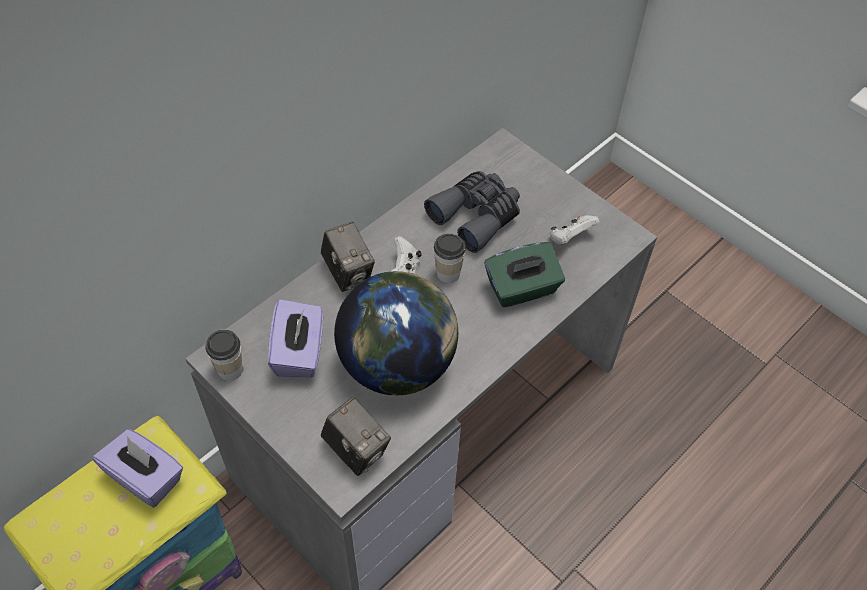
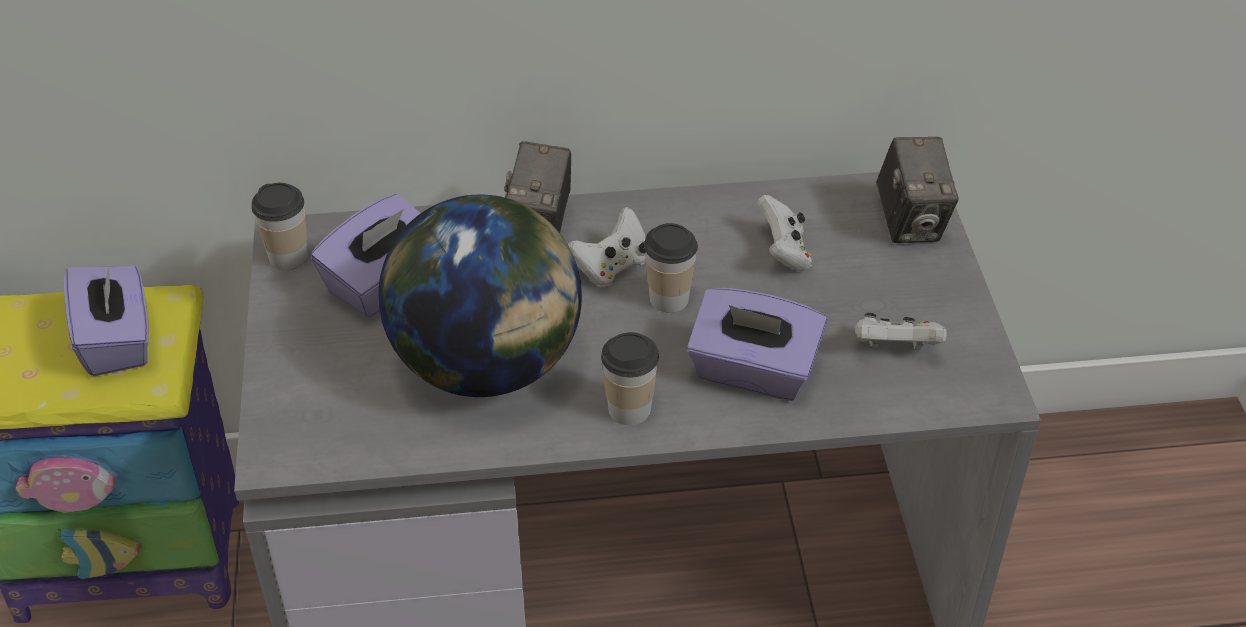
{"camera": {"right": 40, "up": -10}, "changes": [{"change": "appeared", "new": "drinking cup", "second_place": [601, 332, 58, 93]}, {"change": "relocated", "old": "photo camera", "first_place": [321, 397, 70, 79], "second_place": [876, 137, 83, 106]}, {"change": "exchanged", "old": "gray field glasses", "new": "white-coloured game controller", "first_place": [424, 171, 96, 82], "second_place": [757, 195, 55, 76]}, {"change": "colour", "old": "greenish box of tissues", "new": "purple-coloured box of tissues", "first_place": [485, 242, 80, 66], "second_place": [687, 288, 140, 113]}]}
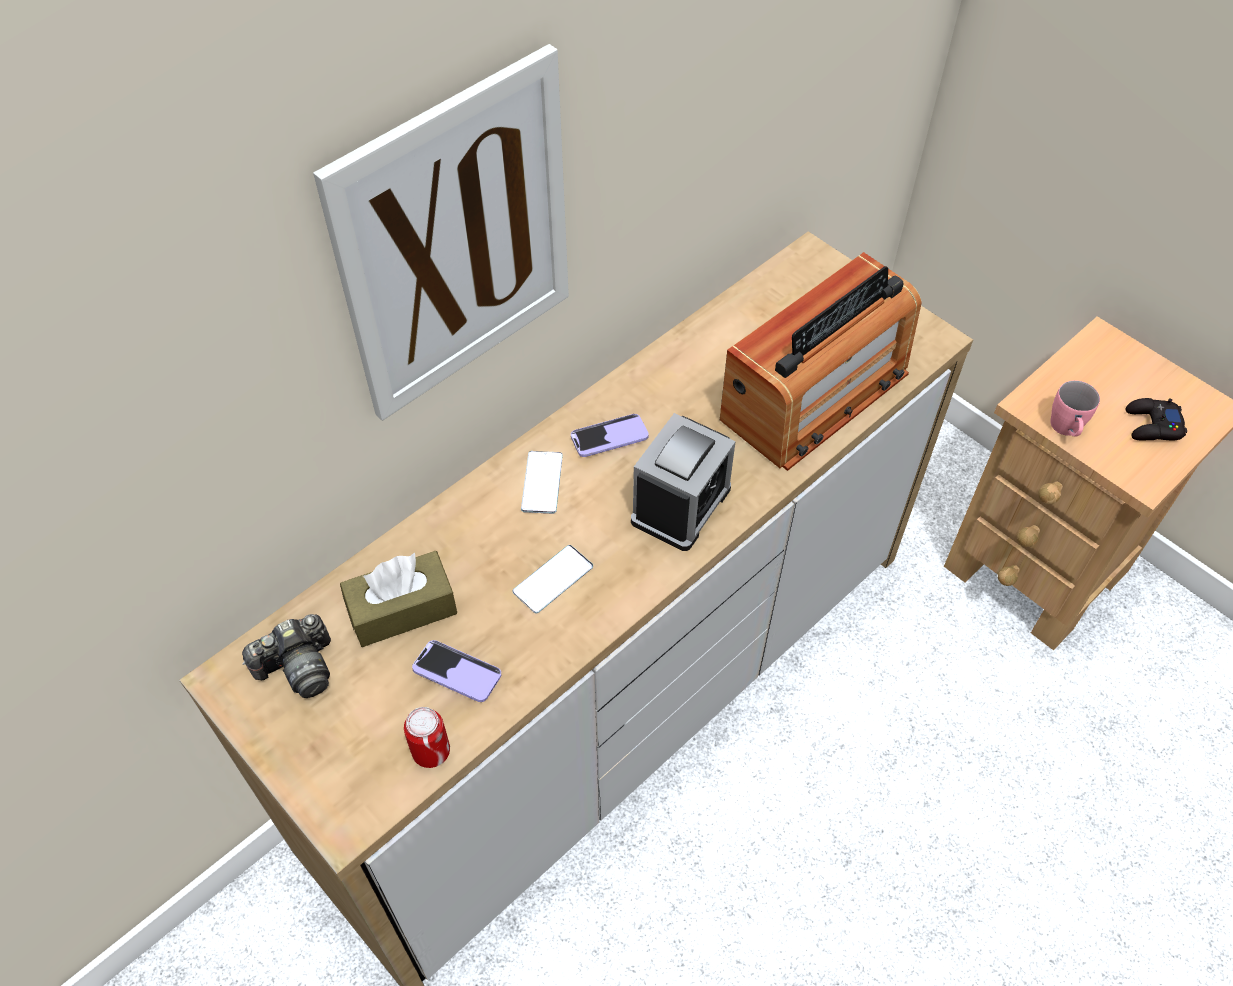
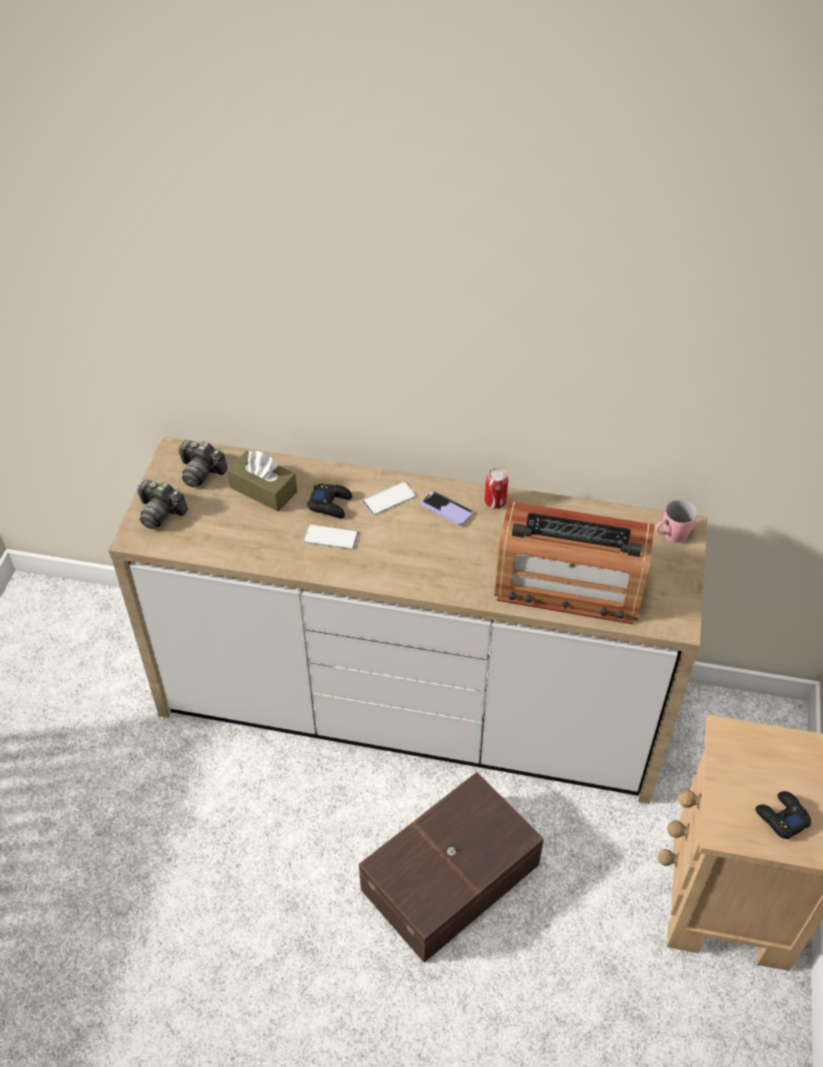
{"camera": {"right": 55, "up": -5}, "changes": [{"change": "missing", "old": "wall picture", "first_place": [313, 44, 256, 377]}, {"change": "missing", "old": "telephone", "first_place": [412, 640, 89, 62]}, {"change": "missing", "old": "alarm clock", "first_place": [631, 413, 104, 138]}, {"change": "appeared", "new": "photo camera", "second_place": [137, 480, 51, 49]}, {"change": "appeared", "new": "black game controller", "second_place": [307, 484, 45, 34]}, {"change": "appeared", "new": "brownish storage container", "second_place": [359, 772, 185, 191]}, {"change": "relocated", "old": "can", "first_place": [404, 707, 46, 61], "second_place": [485, 468, 23, 41]}, {"change": "relocated", "old": "pinkish tea mug", "first_place": [1050, 380, 50, 56], "second_place": [655, 500, 42, 43]}]}
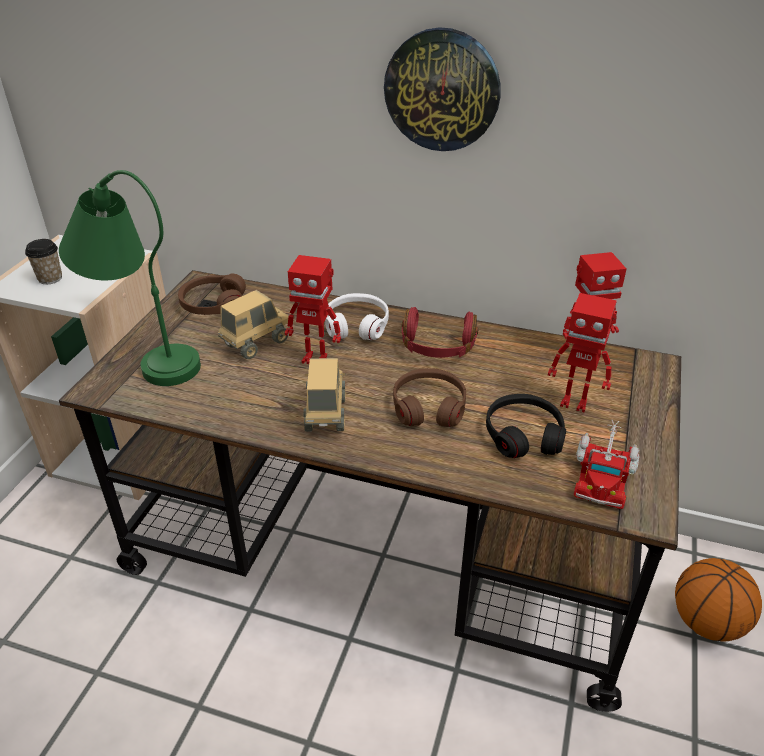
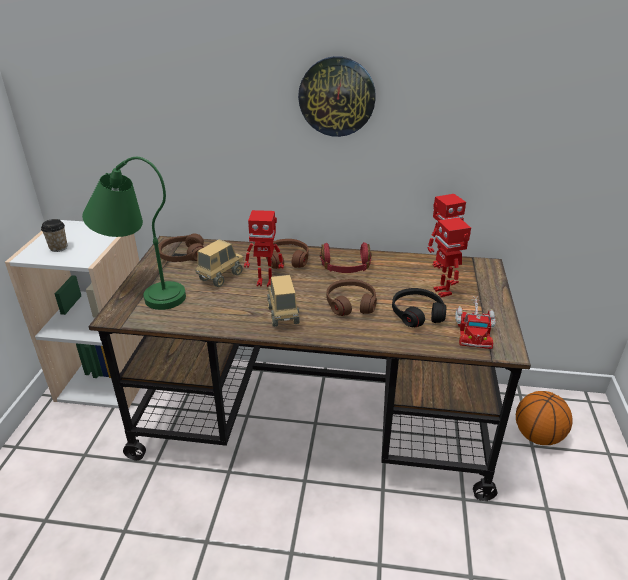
{"camera": {"right": -10, "up": -5}, "changes": [{"change": "colour", "old": "white-coloured pair of headphones", "new": "brownish pair of headphones", "first_place": [325, 293, 64, 47], "second_place": [266, 239, 43, 30]}, {"change": "spun", "old": "model robot", "first_place": [548, 293, 69, 120], "second_place": [433, 217, 38, 80], "degrees": 60}]}
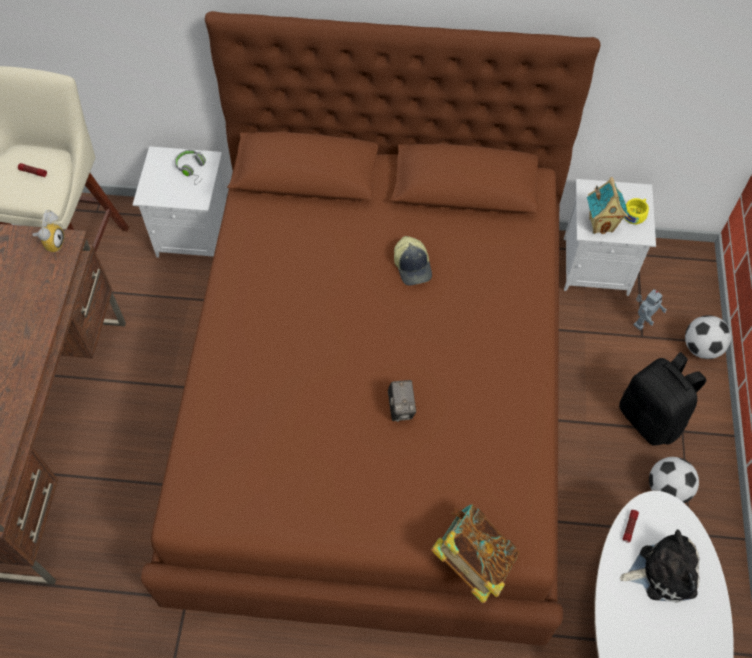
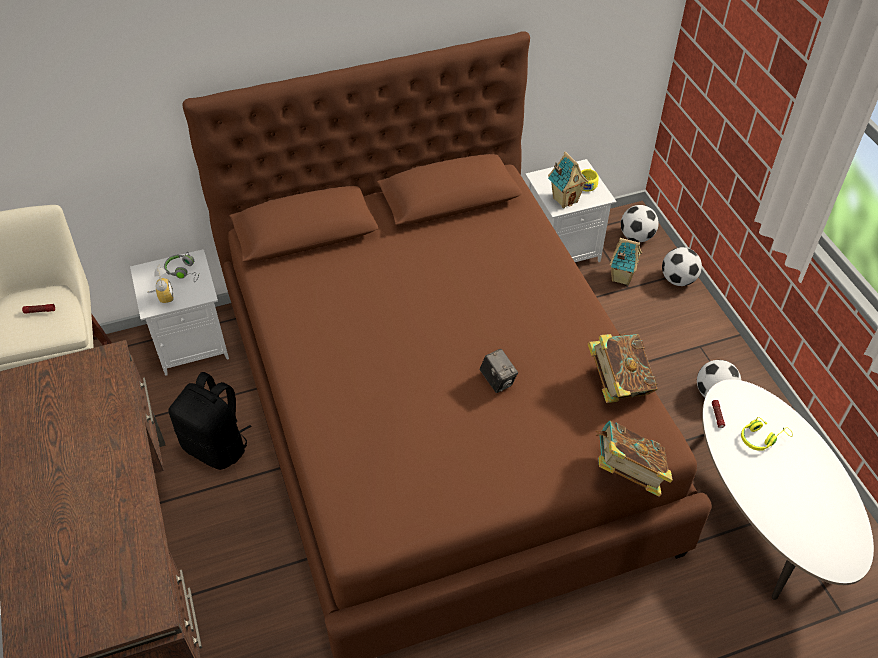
{"camera": {"right": -25, "up": -10}, "changes": [{"change": "missing", "old": "baseball cap", "first_place": [394, 236, 38, 50]}, {"change": "appeared", "new": "volume", "second_place": [587, 334, 70, 69]}, {"change": "appeared", "new": "ball for football", "second_place": [621, 205, 38, 37]}, {"change": "relocated", "old": "alarm clock", "first_place": [32, 210, 33, 42], "second_place": [147, 265, 27, 38]}, {"change": "relocated", "old": "black backpack", "first_place": [619, 352, 88, 94], "second_place": [168, 372, 84, 98]}, {"change": "exchanged", "old": "cuddly toy", "new": "yellow pair of headphones", "first_place": [620, 530, 80, 73], "second_place": [741, 417, 52, 34]}, {"change": "exchanged", "old": "model robot", "new": "model house", "first_place": [634, 289, 33, 41], "second_place": [610, 238, 32, 48]}]}
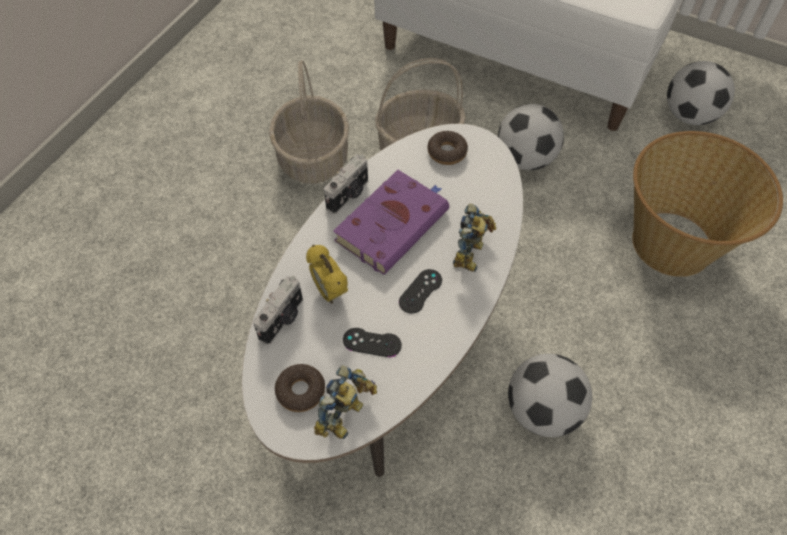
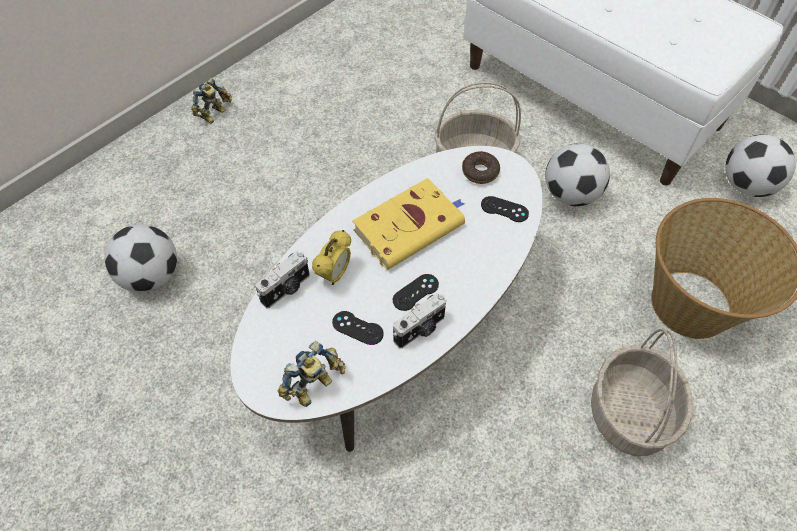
{"camera": {"right": 15, "up": 0}, "changes": [{"change": "missing", "old": "ring doughnut", "first_place": [275, 364, 50, 48]}, {"change": "appeared", "new": "black game controller", "second_place": [481, 196, 48, 26]}, {"change": "relocated", "old": "household basket", "first_place": [269, 60, 80, 124], "second_place": [591, 329, 102, 127]}, {"change": "relocated", "old": "photo camera", "first_place": [324, 154, 44, 60], "second_place": [393, 293, 53, 55]}, {"change": "relocated", "old": "model robot", "first_place": [453, 204, 43, 68], "second_place": [191, 78, 41, 46]}, {"change": "relocated", "old": "ball for football", "first_place": [508, 354, 84, 83], "second_place": [104, 224, 73, 69]}, {"change": "colour", "old": "purple-coloured volume", "new": "yellow volume", "first_place": [333, 170, 116, 105], "second_place": [352, 178, 113, 92]}, {"change": "spun", "old": "alarm clock", "first_place": [306, 245, 42, 59], "second_place": [312, 230, 39, 55], "degrees": -135}]}
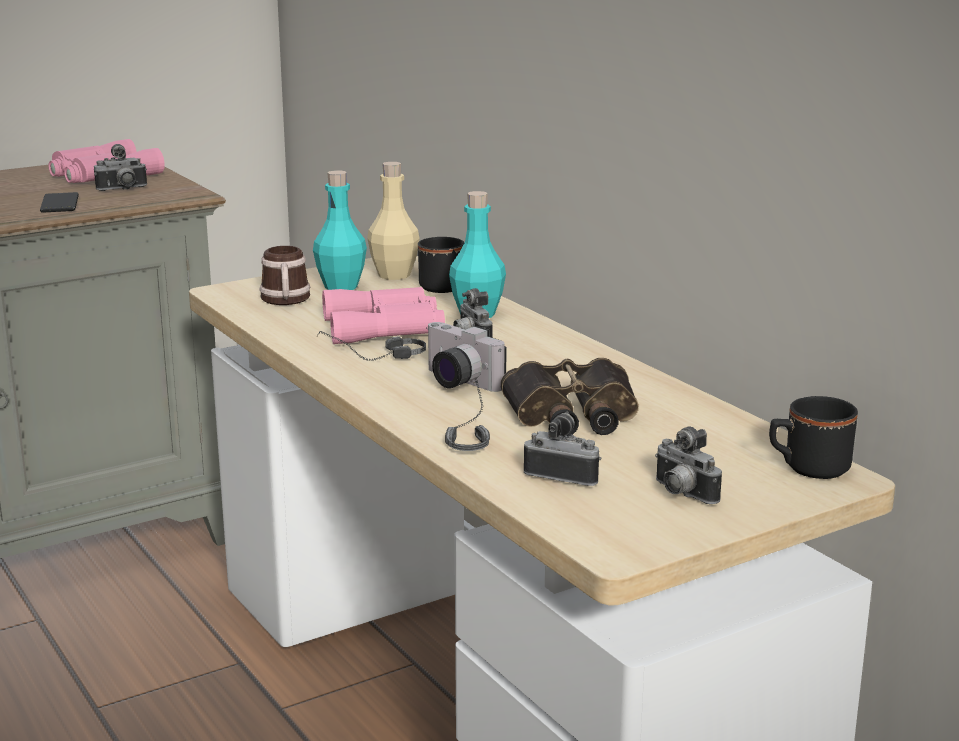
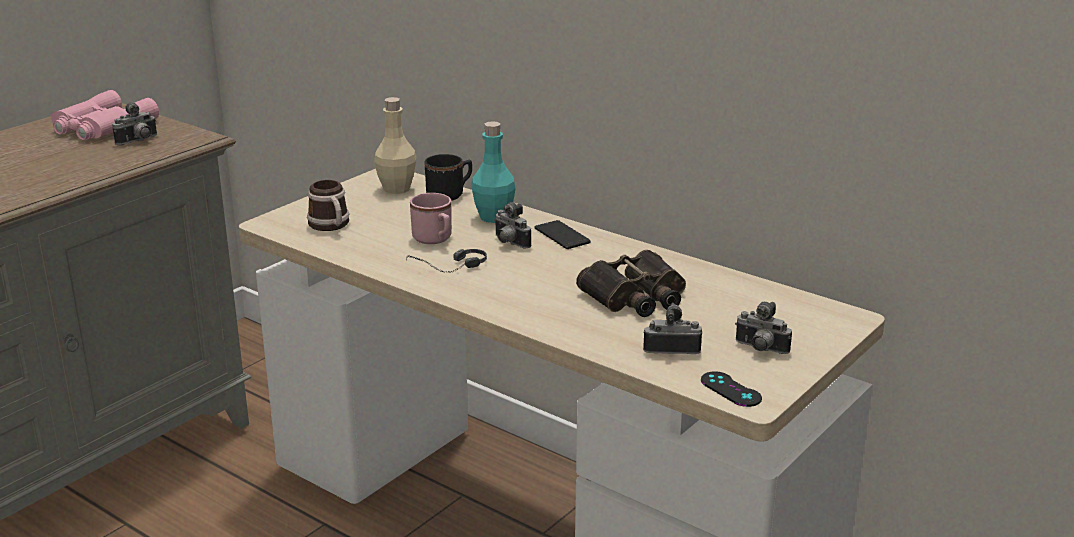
{"camera": {"right": -20, "up": 5}, "changes": [{"change": "missing", "old": "turquoise-coloured drink bottle", "first_place": [313, 170, 54, 120]}, {"change": "missing", "old": "photo camera", "first_place": [426, 322, 80, 70]}, {"change": "missing", "old": "pair of headphones", "first_place": [445, 380, 45, 71]}, {"change": "missing", "old": "black tea mug", "first_place": [769, 396, 89, 83]}, {"change": "appeared", "new": "black game controller", "second_place": [701, 371, 61, 36]}, {"change": "relocated", "old": "telephone", "first_place": [40, 192, 39, 21], "second_place": [534, 220, 57, 29]}, {"change": "exchanged", "old": "pinkish field glasses", "new": "pinkish tea mug", "first_place": [322, 287, 123, 57], "second_place": [410, 193, 42, 51]}]}
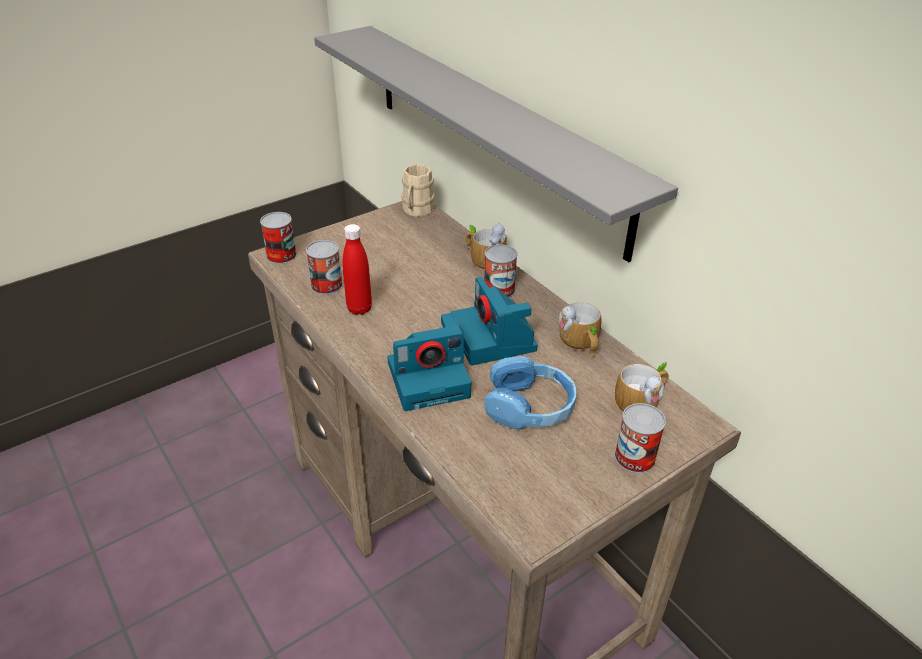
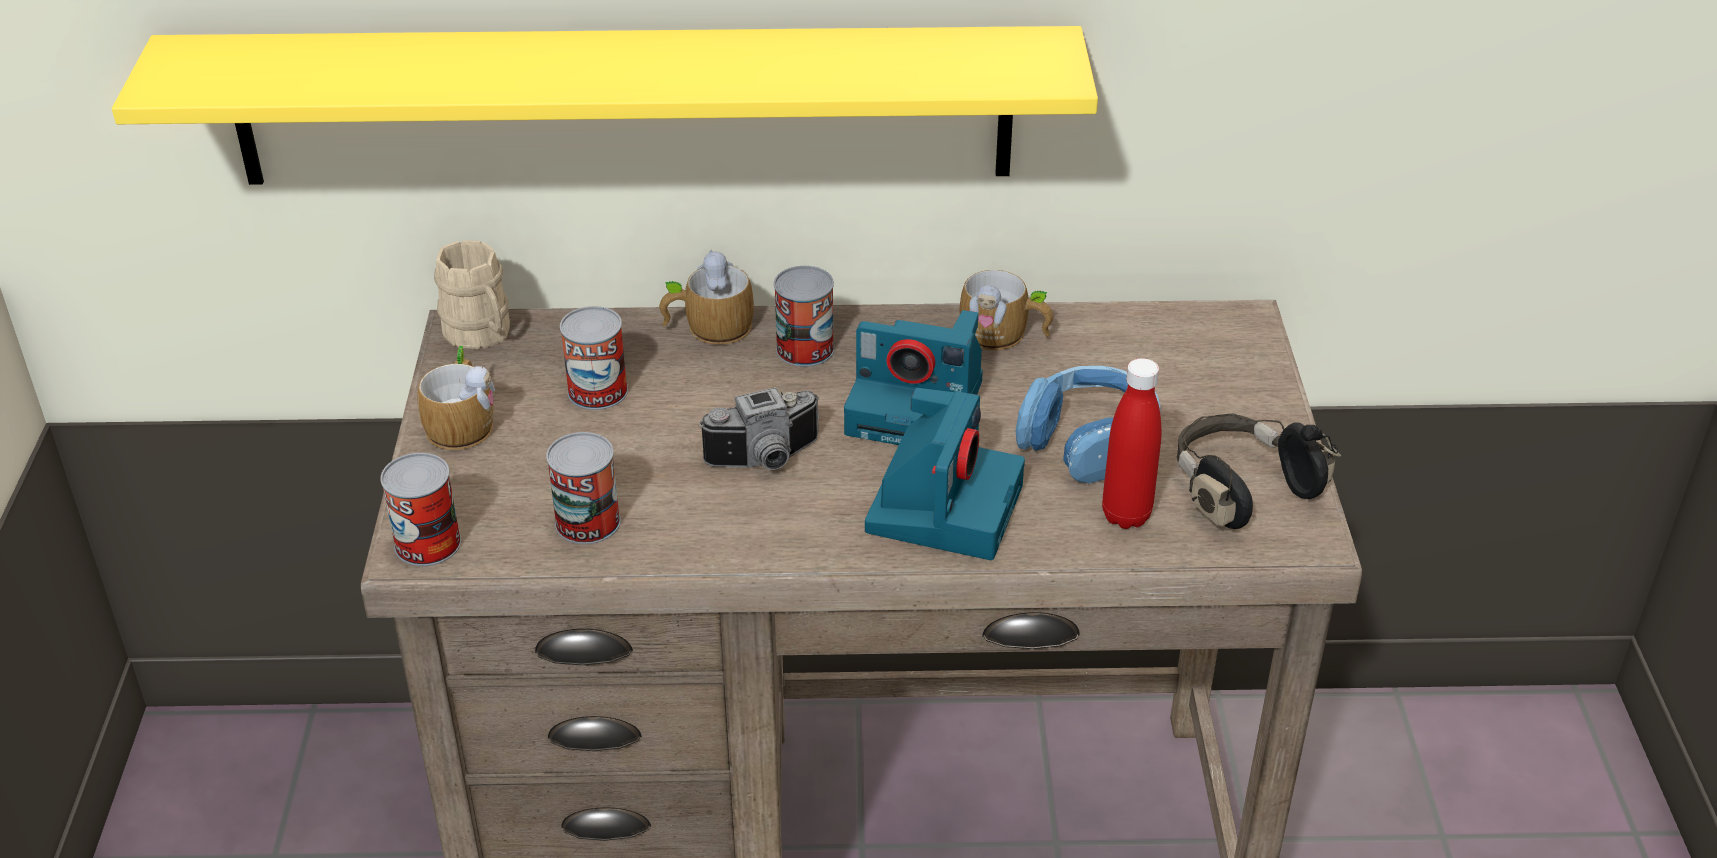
{"camera": {"right": -55, "up": 0}, "changes": [{"change": "appeared", "new": "photo camera", "second_place": [699, 387, 121, 83]}, {"change": "appeared", "new": "black pair of headphones", "second_place": [1177, 413, 164, 116]}, {"change": "relocated", "old": "red-coloured drink bottle", "first_place": [343, 224, 29, 91], "second_place": [1102, 358, 59, 171]}, {"change": "relocated", "old": "can", "first_place": [614, 403, 52, 70], "second_place": [560, 306, 68, 104]}, {"change": "relocated", "old": "tea mug", "first_place": [615, 362, 54, 51], "second_place": [417, 346, 78, 104]}, {"change": "colour", "old": "gray shelf", "new": "yellow shelf", "first_place": [314, 26, 364, 236], "second_place": [112, 26, 986, 159]}]}
